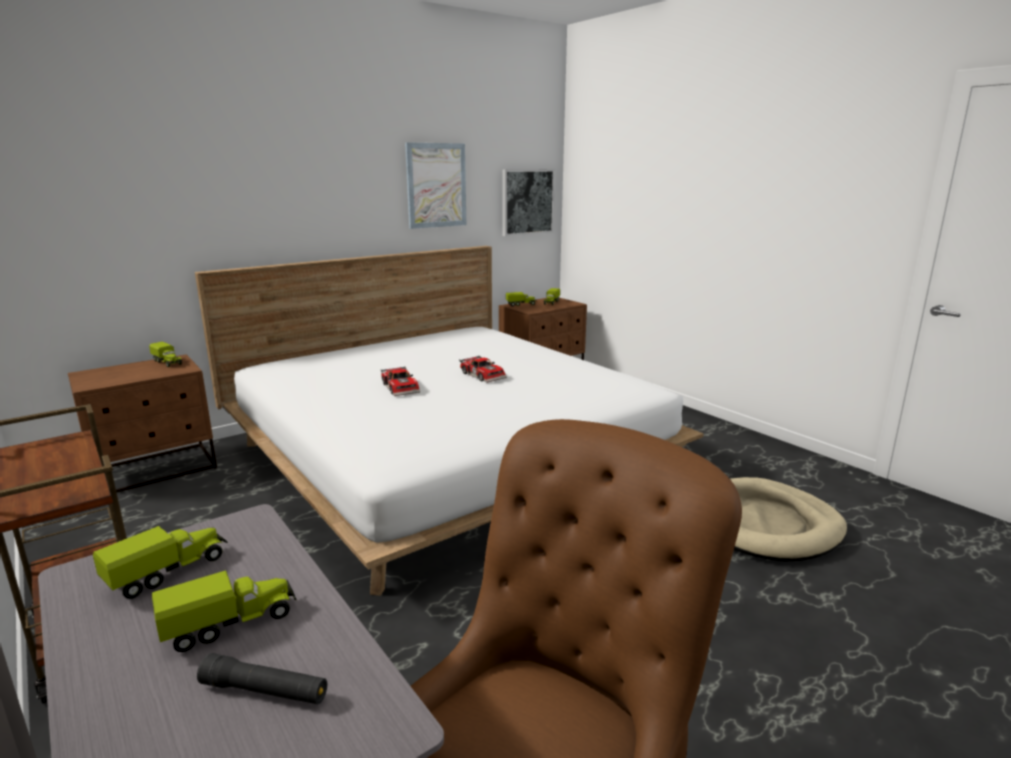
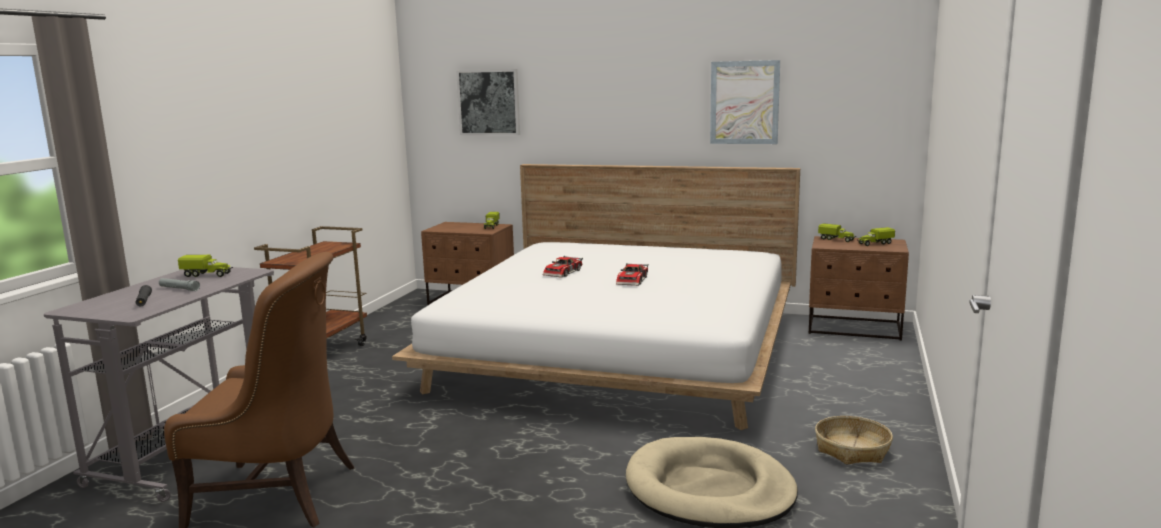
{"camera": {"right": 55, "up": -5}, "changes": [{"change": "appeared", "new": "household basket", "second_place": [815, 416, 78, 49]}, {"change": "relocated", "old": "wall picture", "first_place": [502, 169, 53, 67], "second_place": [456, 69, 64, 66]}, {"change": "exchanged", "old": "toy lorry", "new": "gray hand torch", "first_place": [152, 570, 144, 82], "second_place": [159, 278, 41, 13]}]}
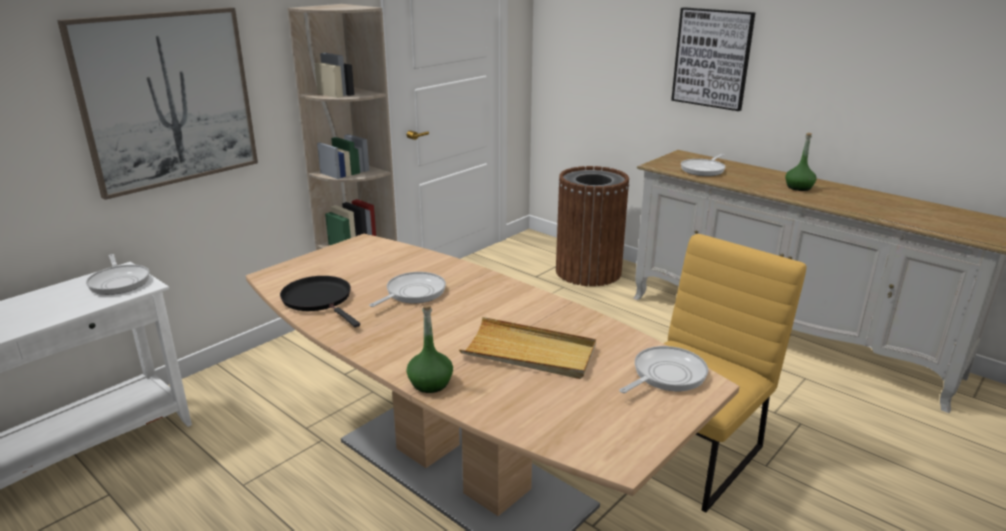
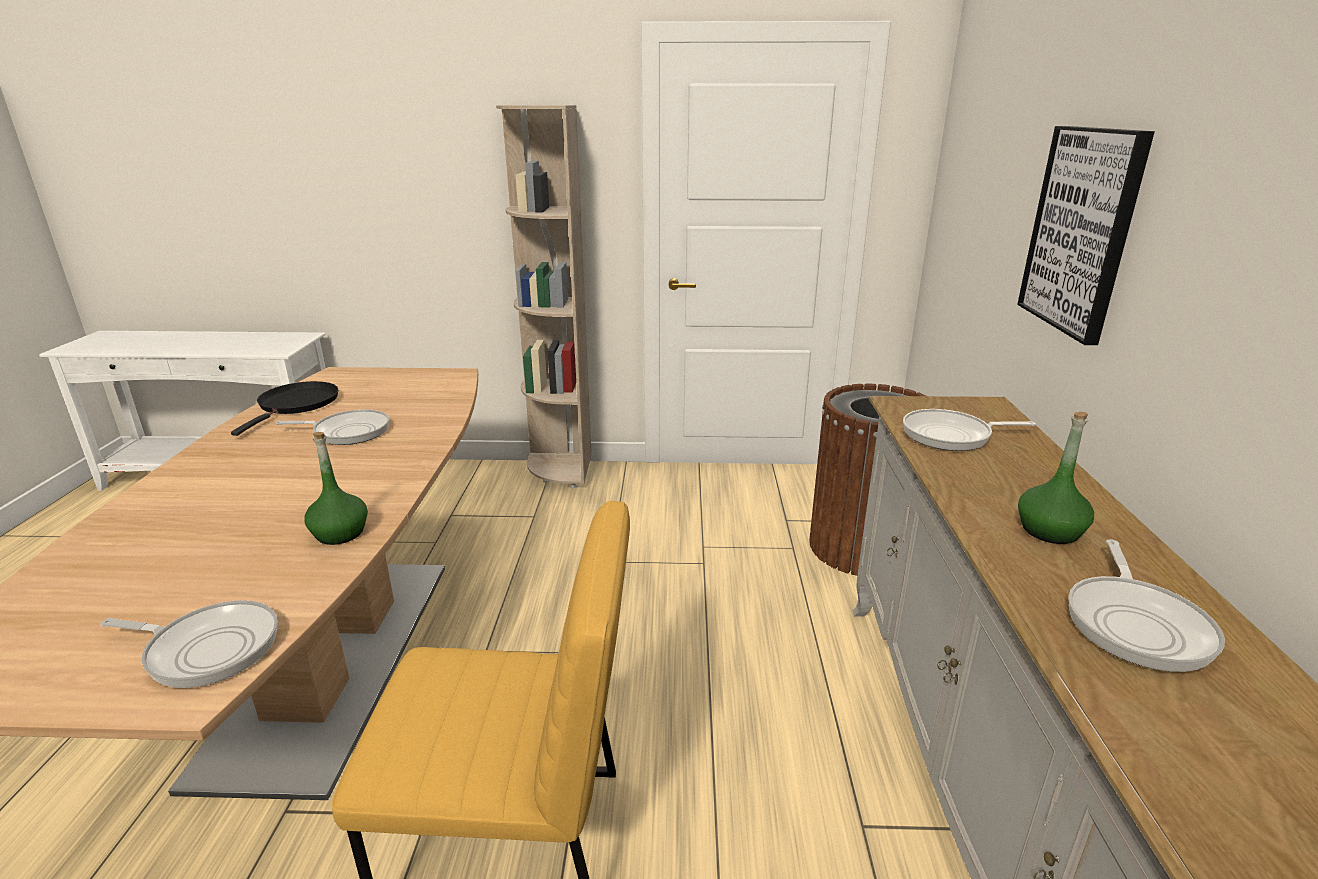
{"camera": {"right": 50, "up": 0}, "changes": [{"change": "missing", "old": "wall picture", "first_place": [57, 7, 201, 193]}, {"change": "missing", "old": "beige carrying tray", "first_place": [459, 317, 137, 62]}, {"change": "relocated", "old": "frying pan", "first_place": [86, 254, 64, 41], "second_place": [1068, 539, 157, 133]}, {"change": "relocated", "old": "greenish drink bottle", "first_place": [406, 305, 47, 88], "second_place": [304, 432, 64, 113]}]}
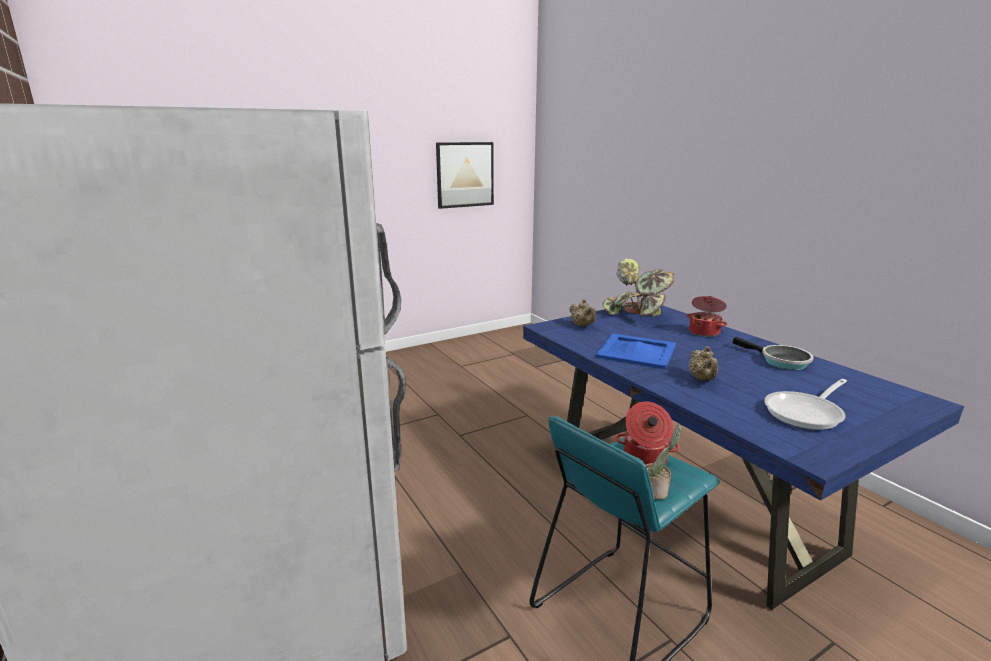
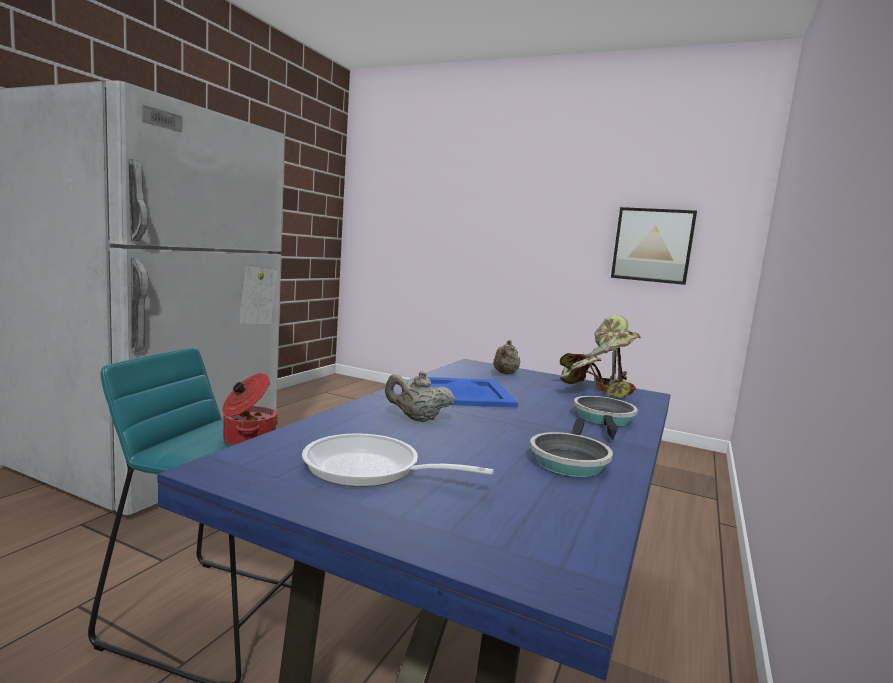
{"camera": {"right": 55, "up": -10}, "changes": [{"change": "missing", "old": "potted plant", "first_place": [645, 424, 36, 76]}, {"change": "exchanged", "old": "stockpot", "new": "frying pan", "first_place": [686, 296, 41, 41], "second_place": [574, 396, 64, 44]}, {"change": "spun", "old": "beige tea pot", "first_place": [689, 346, 29, 35], "second_place": [385, 371, 70, 51], "degrees": 45}]}
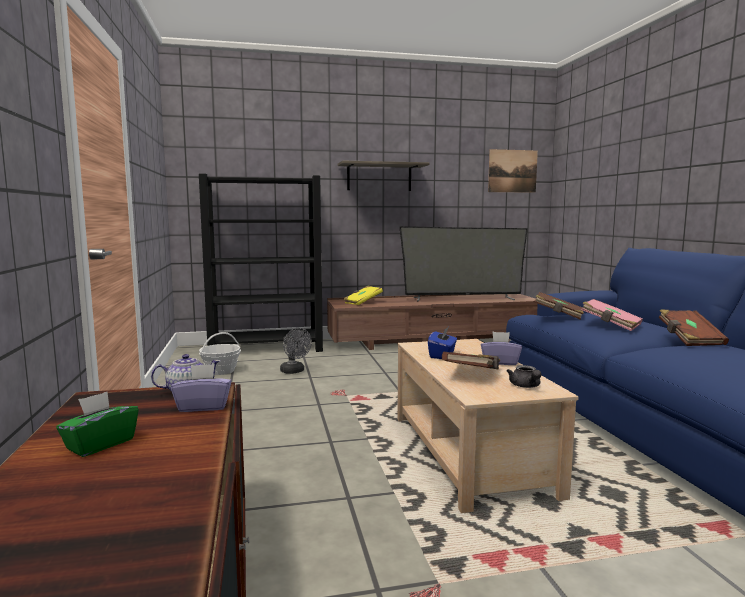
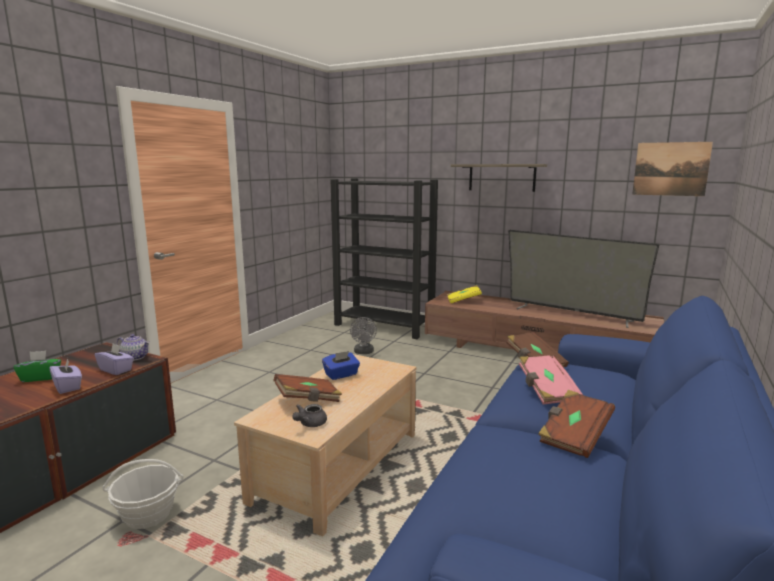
{"camera": {"right": 40, "up": 5}, "changes": [{"change": "relocated", "old": "household basket", "first_place": [199, 332, 42, 43], "second_place": [102, 459, 82, 70]}, {"change": "relocated", "old": "purple-coloured box of tissues", "first_place": [481, 332, 41, 33], "second_place": [49, 358, 33, 36]}]}
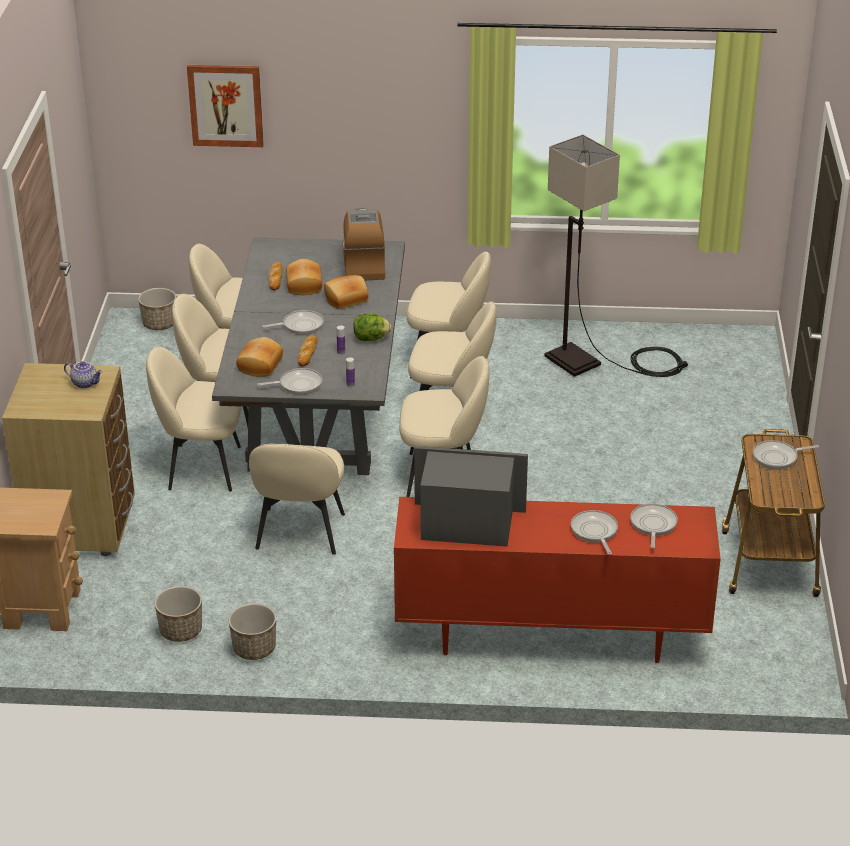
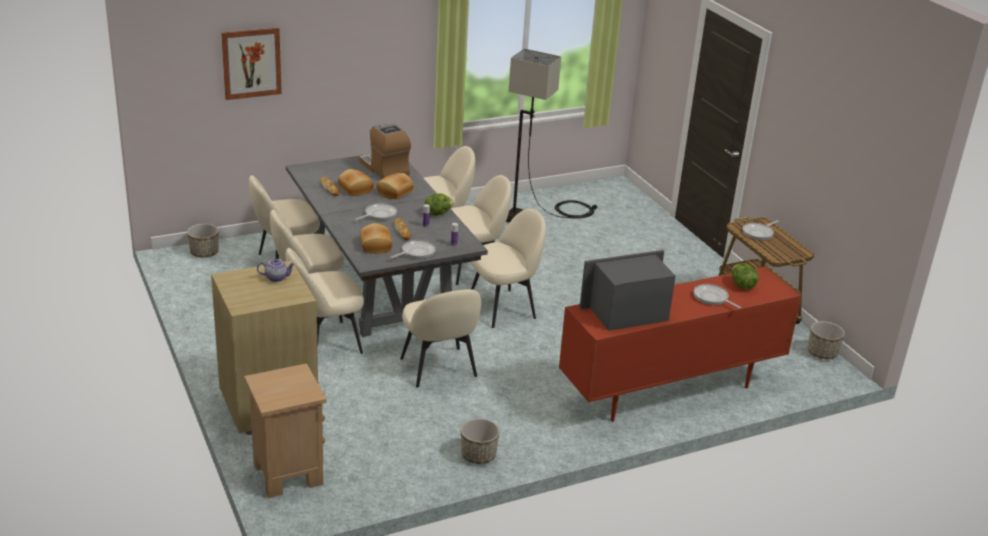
{"camera": {"right": -30, "up": -5}, "changes": [{"change": "relocated", "old": "plant pot", "first_place": [155, 586, 47, 56], "second_place": [808, 321, 37, 38]}, {"change": "exchanged", "old": "frying pan", "new": "head of lettuce", "first_place": [630, 504, 48, 44], "second_place": [732, 263, 27, 27]}]}
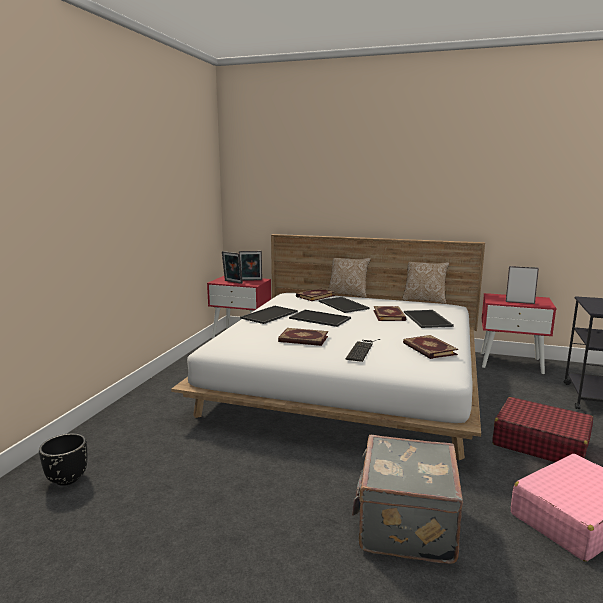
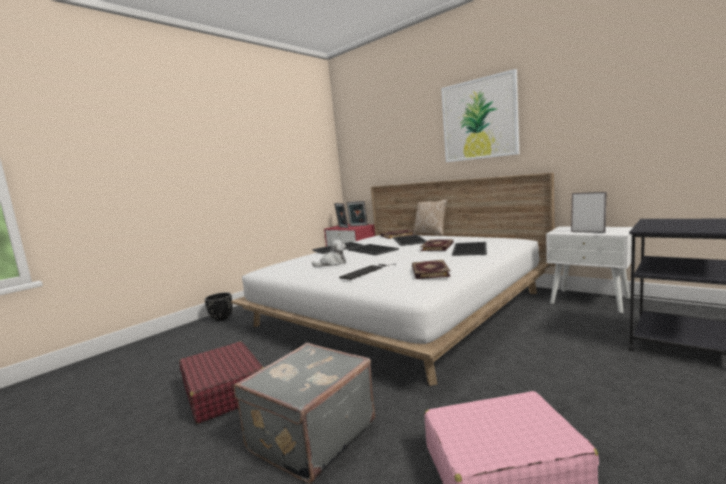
{"camera": {"right": 25, "up": -5}, "changes": [{"change": "missing", "old": "cushion", "first_place": [402, 262, 47, 42]}, {"change": "appeared", "new": "wall picture", "second_place": [441, 69, 78, 93]}, {"change": "relocated", "old": "black plant pot", "first_place": [39, 433, 48, 53], "second_place": [205, 292, 28, 29]}, {"change": "relocated", "old": "red-coloured suitcase", "first_place": [492, 397, 101, 65], "second_place": [179, 341, 85, 83]}, {"change": "exchanged", "old": "volume", "new": "cuddly toy", "first_place": [278, 328, 50, 18], "second_place": [312, 239, 34, 28]}, {"change": "colour", "old": "red-coloured nightstand", "new": "white-coloured nightstand", "first_place": [480, 293, 76, 81], "second_place": [546, 226, 87, 87]}]}
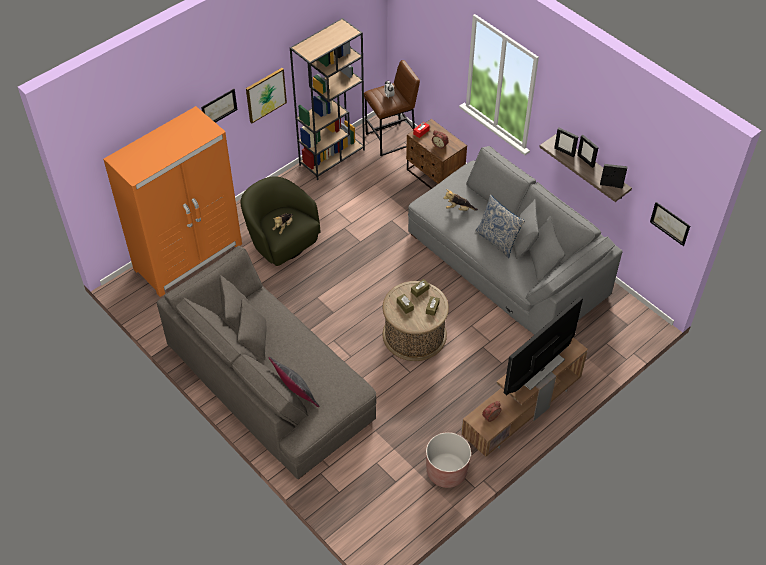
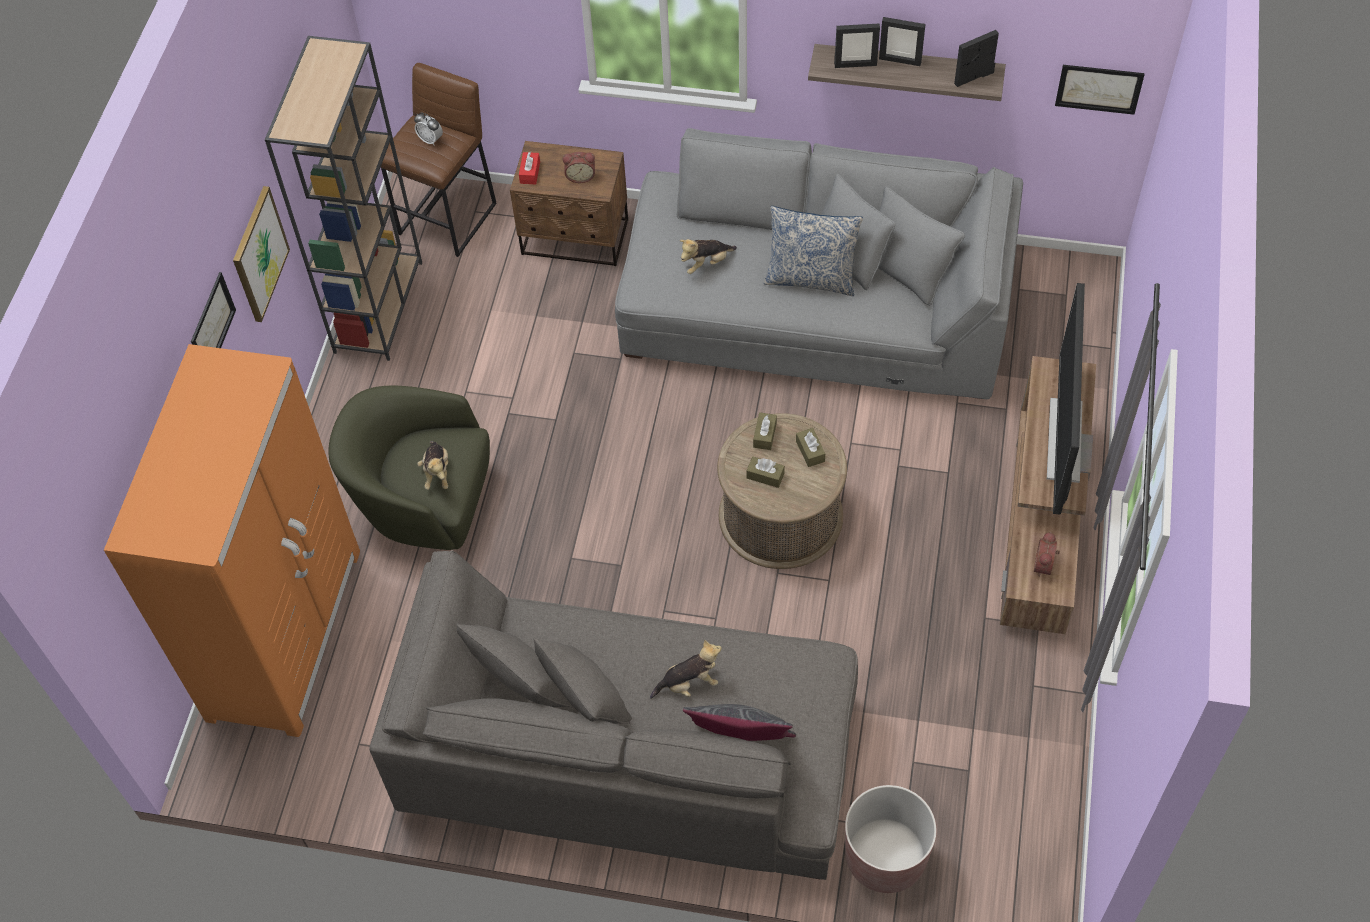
{"camera": {"right": -35, "up": 5}, "changes": [{"change": "appeared", "new": "cuddly toy", "second_place": [650, 640, 72, 59]}, {"change": "relocated", "old": "brownish plant pot", "first_place": [426, 432, 45, 56], "second_place": [845, 785, 92, 108]}]}
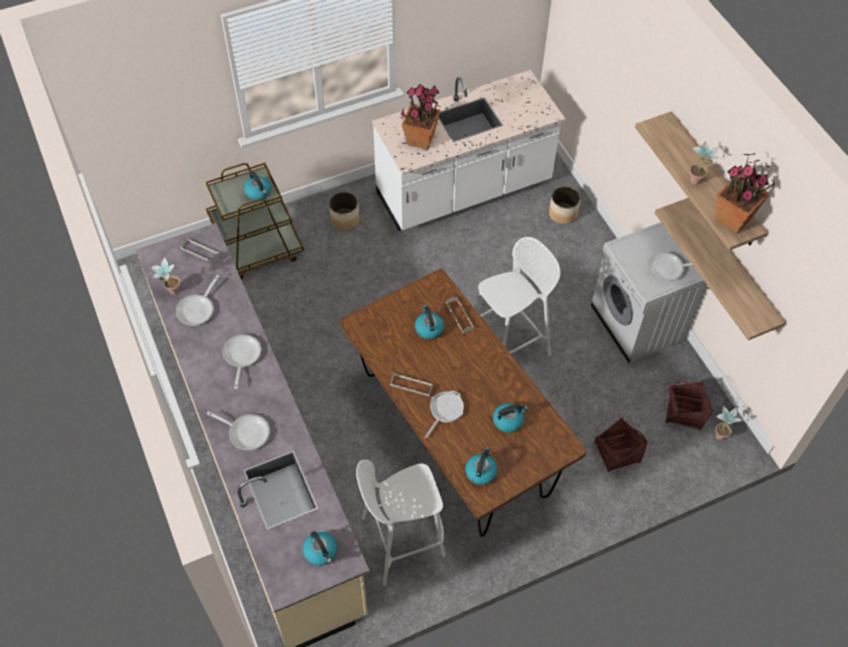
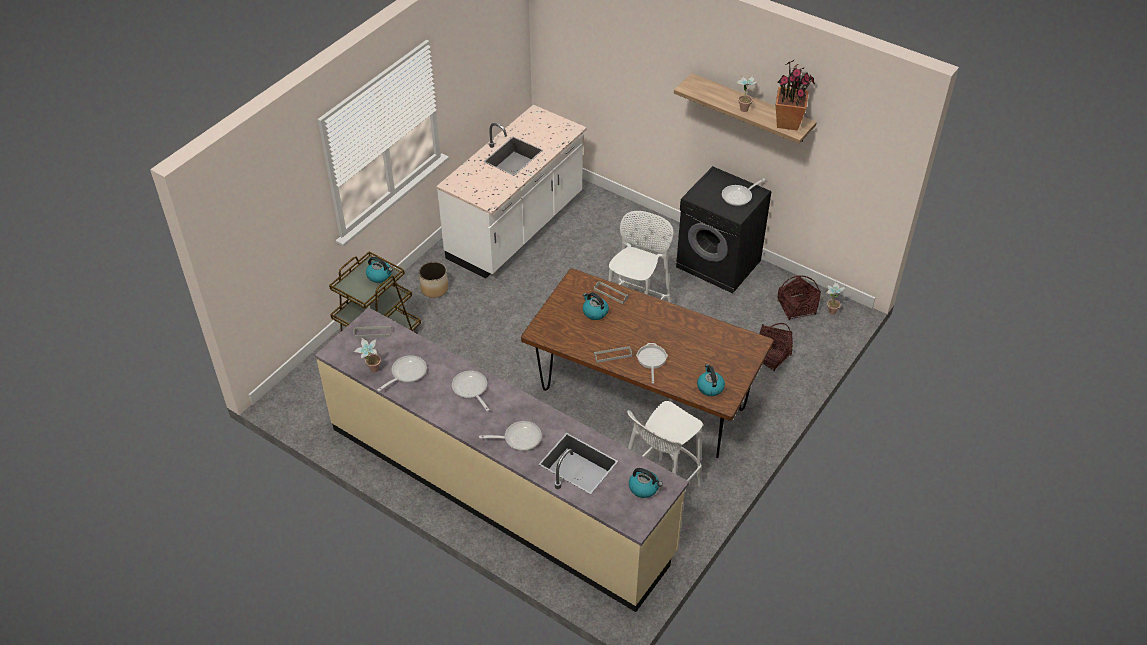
{"camera": {"right": -30, "up": -10}, "changes": [{"change": "missing", "old": "potted plant", "first_place": [401, 84, 39, 66]}, {"change": "missing", "old": "water kettle", "first_place": [493, 404, 35, 29]}, {"change": "missing", "old": "plant pot", "first_place": [549, 186, 32, 38]}, {"change": "missing", "old": "shelf", "first_place": [655, 198, 131, 142]}, {"change": "colour", "old": "white-coloured washing machine", "new": "black washing machine", "first_place": [591, 222, 116, 141], "second_place": [676, 166, 95, 127]}, {"change": "spun", "old": "frying pan", "first_place": [176, 275, 43, 51], "second_place": [377, 355, 50, 36], "degrees": -135}]}
